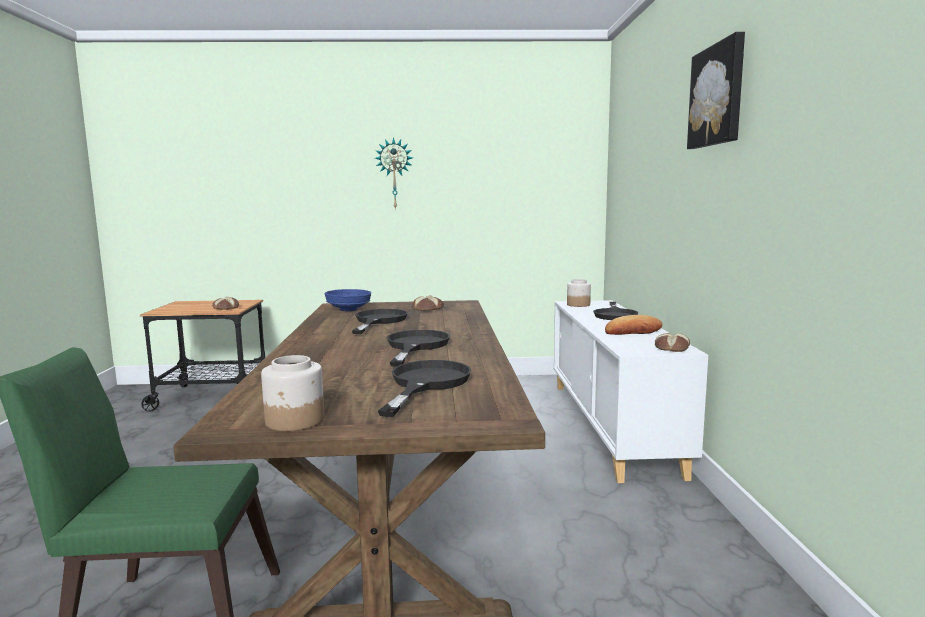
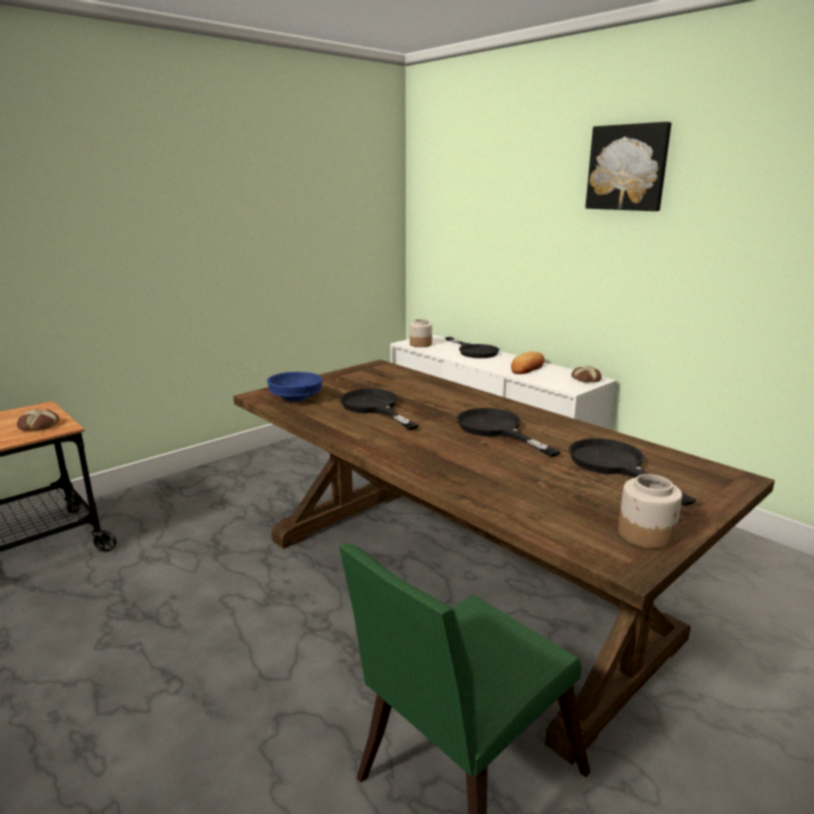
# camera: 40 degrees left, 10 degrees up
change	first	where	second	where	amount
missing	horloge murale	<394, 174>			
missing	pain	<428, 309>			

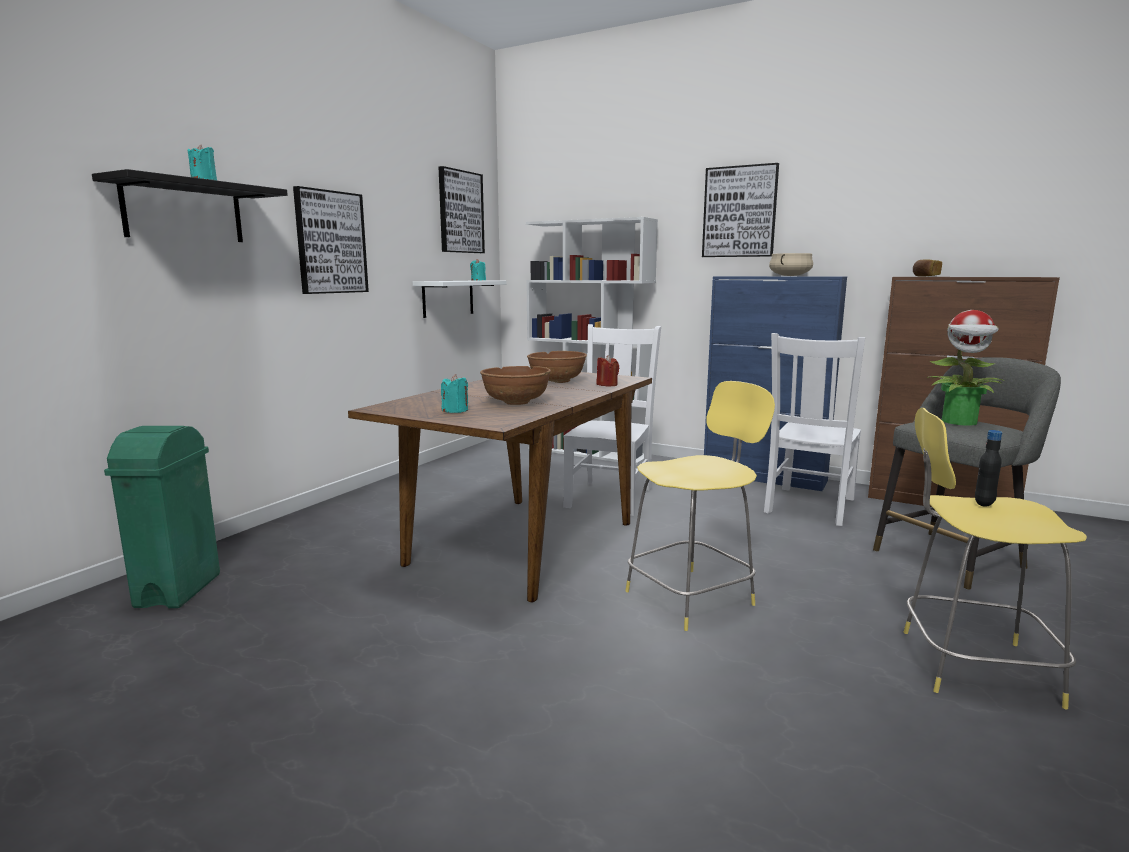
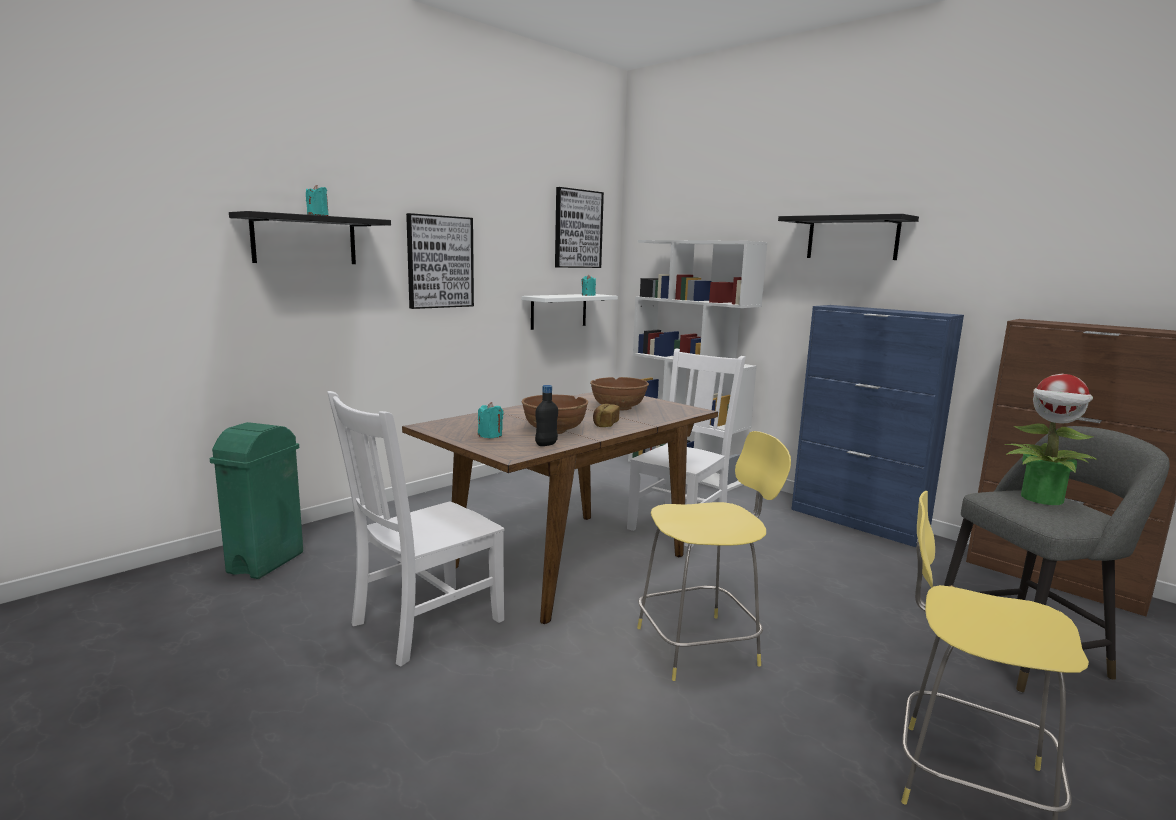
# camera: 15 degrees right, 0 degrees up
change	first	where	second	where	amount
missing	bougie/rouge	<607, 384>			
missing	marmite/beige	<790, 276>			
relocated	chaise/blanc	<809, 506>		<423, 623>	
relocated	pain	<925, 276>		<605, 424>	
relocated	bouteille/noir	<984, 503>		<546, 444>	
exchanged	tableau	<739, 212>	étagère/noir	<852, 238>	

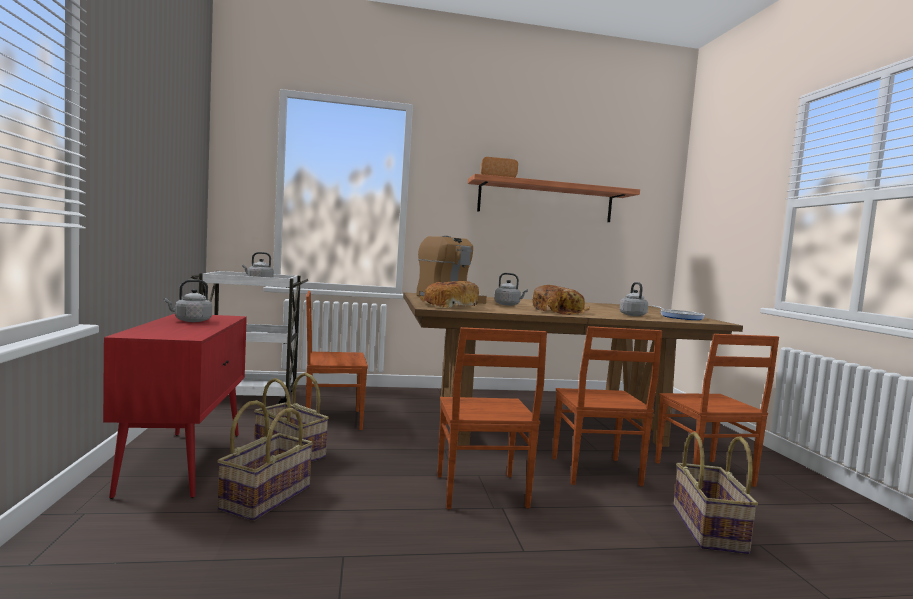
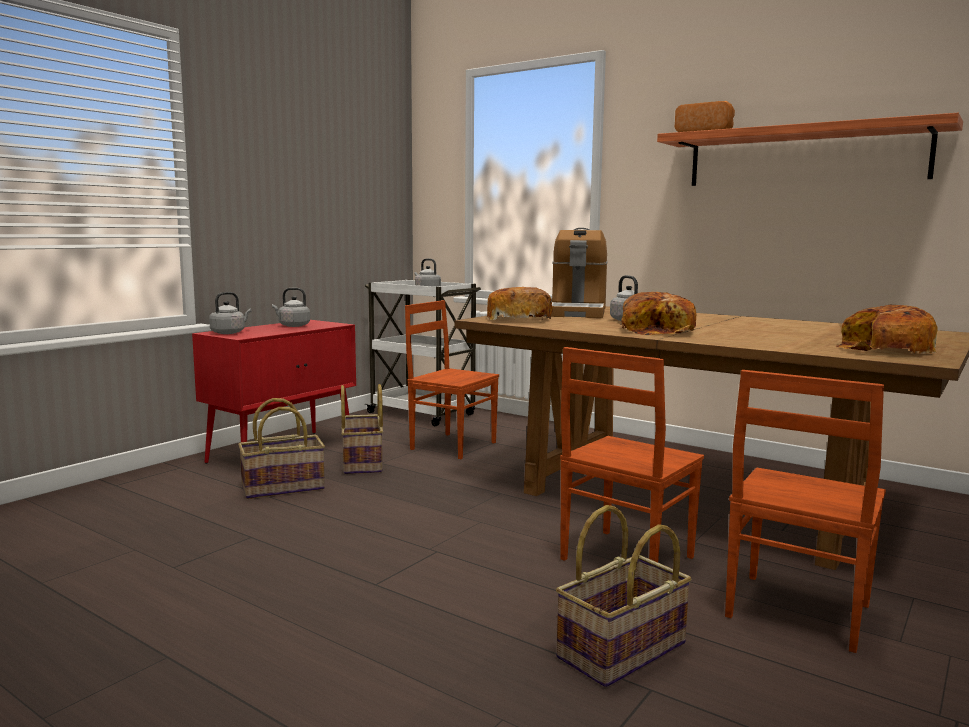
# camera: 45 degrees right, 5 degrees up
change	first	where	second	where	amount
missing	chaise/marron	<480, 492>			
relocated	bouilloire/gris	<632, 315>		<229, 332>	
exchanged	poêle	<679, 317>	pain	<883, 349>	

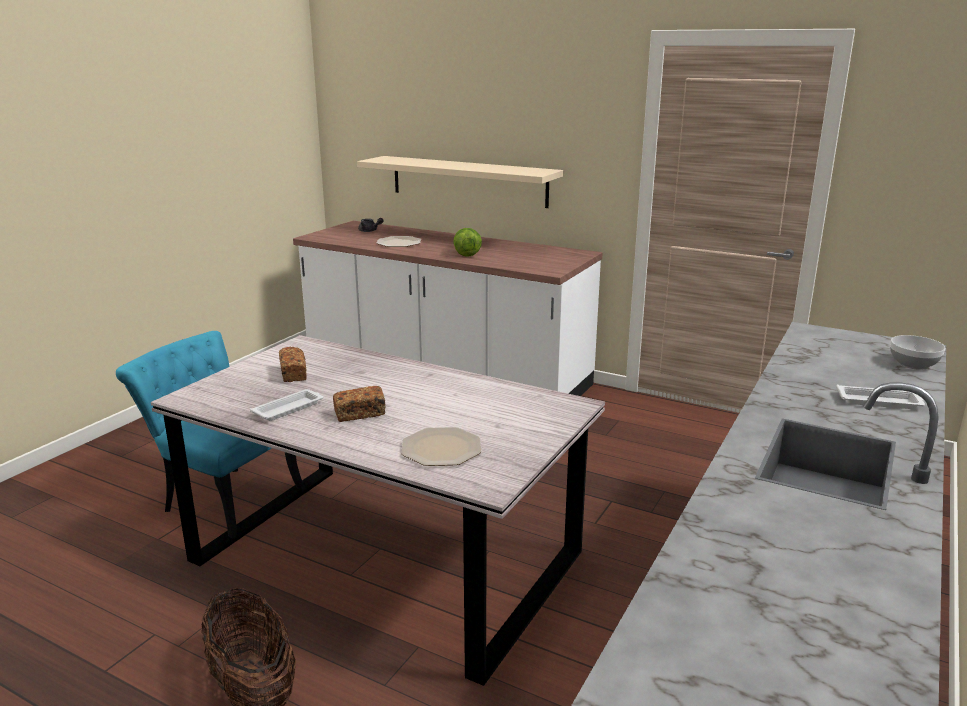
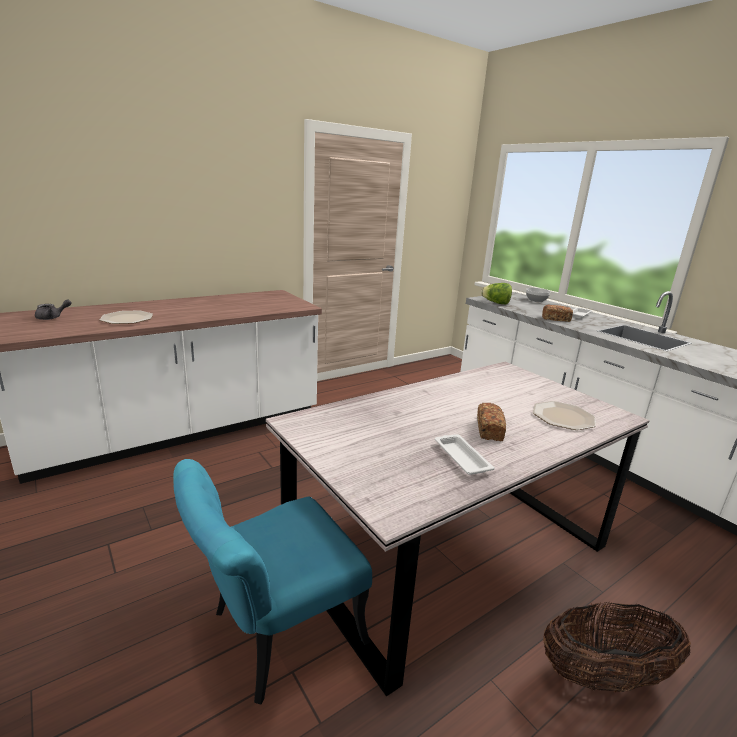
# camera: 65 degrees left, 0 degrees up
change	first	where	second	where	amount
missing	étagère/beige	<468, 181>			
relocated	pain	<293, 374>		<556, 319>	
relocated	laitue	<466, 253>		<496, 303>	

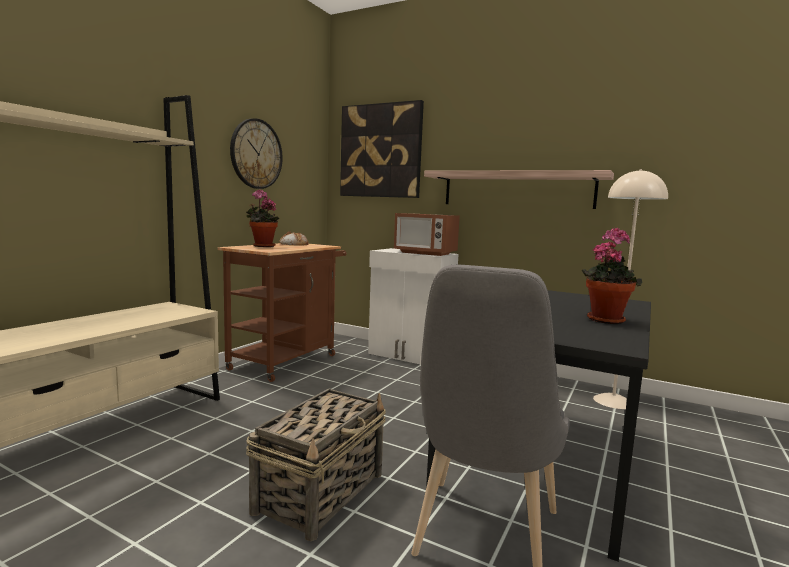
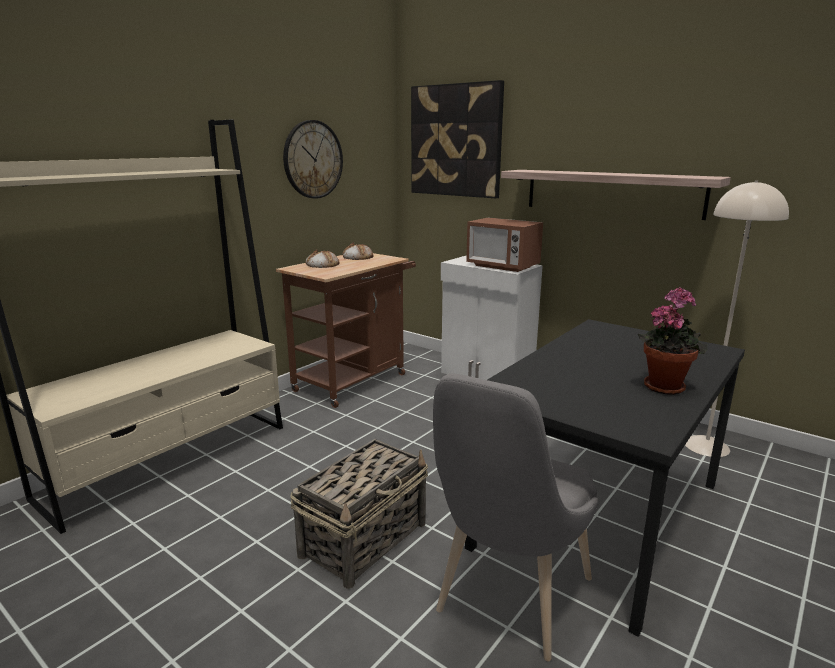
# camera: 10 degrees right, 10 degrees up
change	first	where	second	where	amount
exchanged	plante en pot	<262, 246>	pain	<322, 264>	

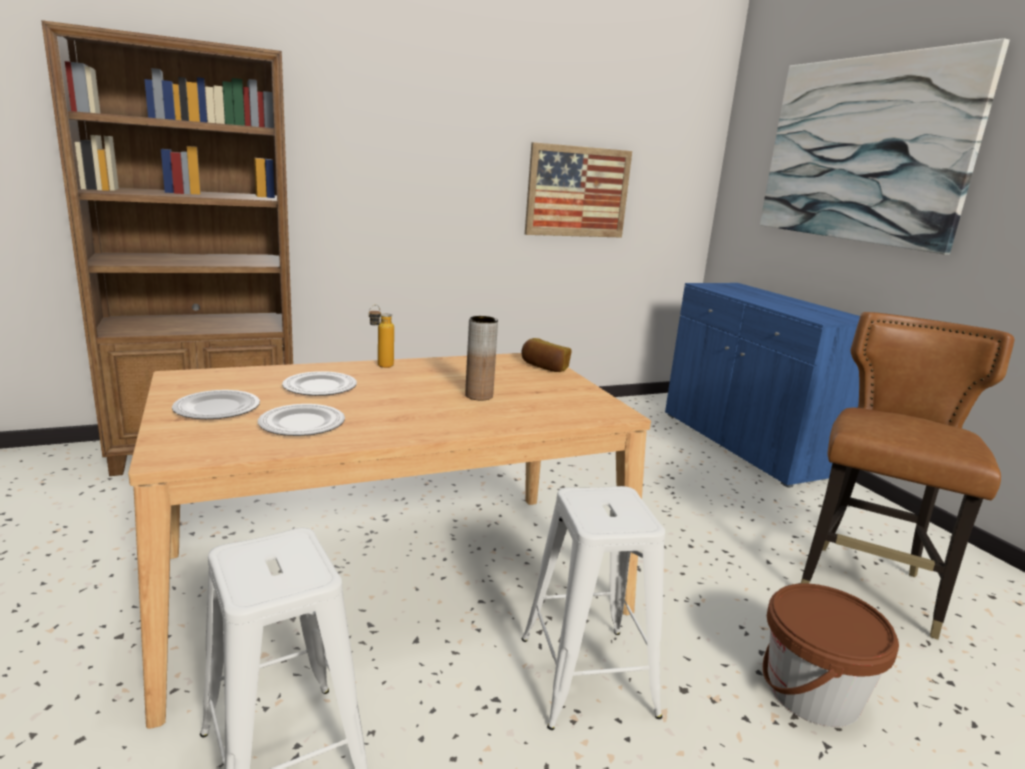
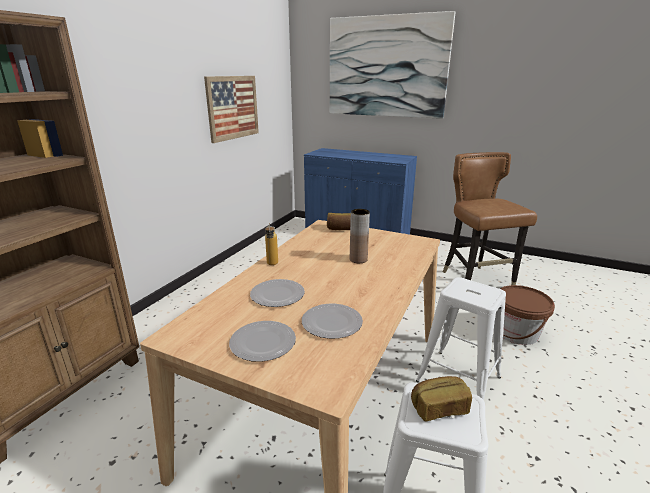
# camera: 40 degrees left, 5 degrees up
change	first	where	second	where	amount
appeared			pain	<439, 408>	

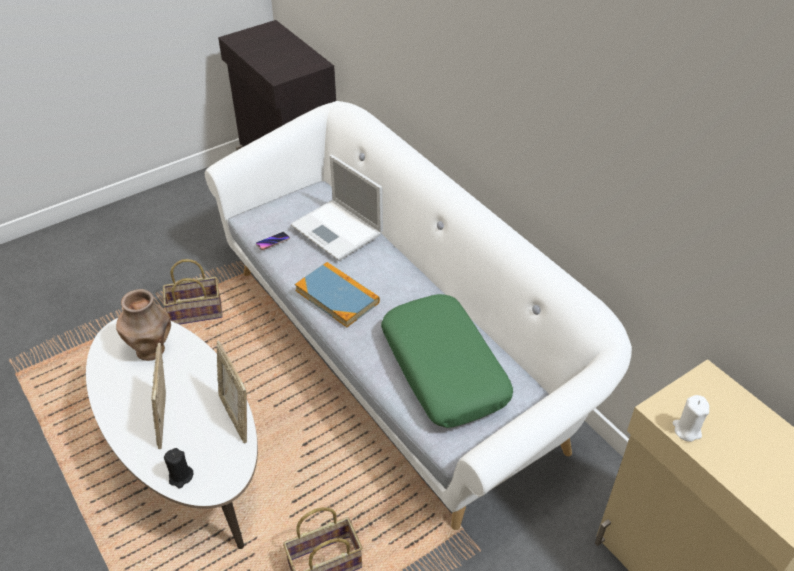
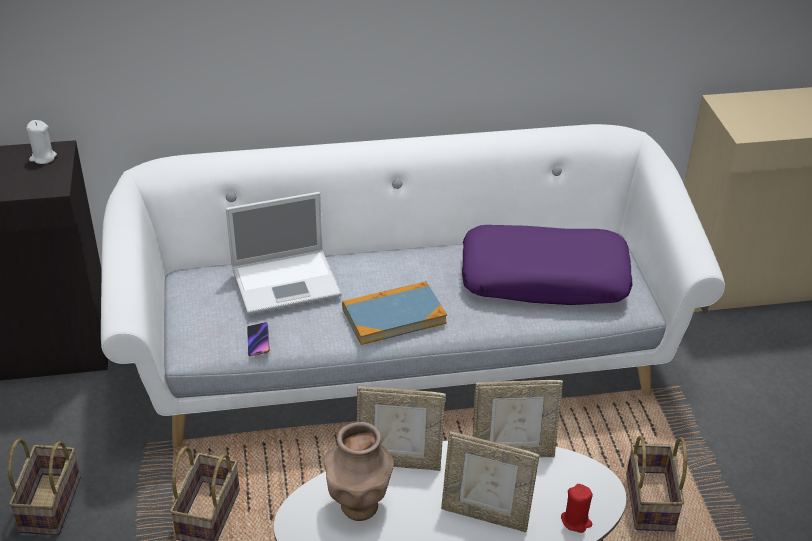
# camera: 65 degrees left, 5 degrees down
change	first	where	second	where	amount
appeared			panier	<49, 503>	
appeared			cadre photo	<399, 461>	
relocated	bougie/blanc	<686, 430>		<43, 157>	
colour	bougie/noir	<180, 477>	bougie/rouge	<576, 521>	
colour	coussin/vert	<444, 369>	coussin/violet	<544, 278>	

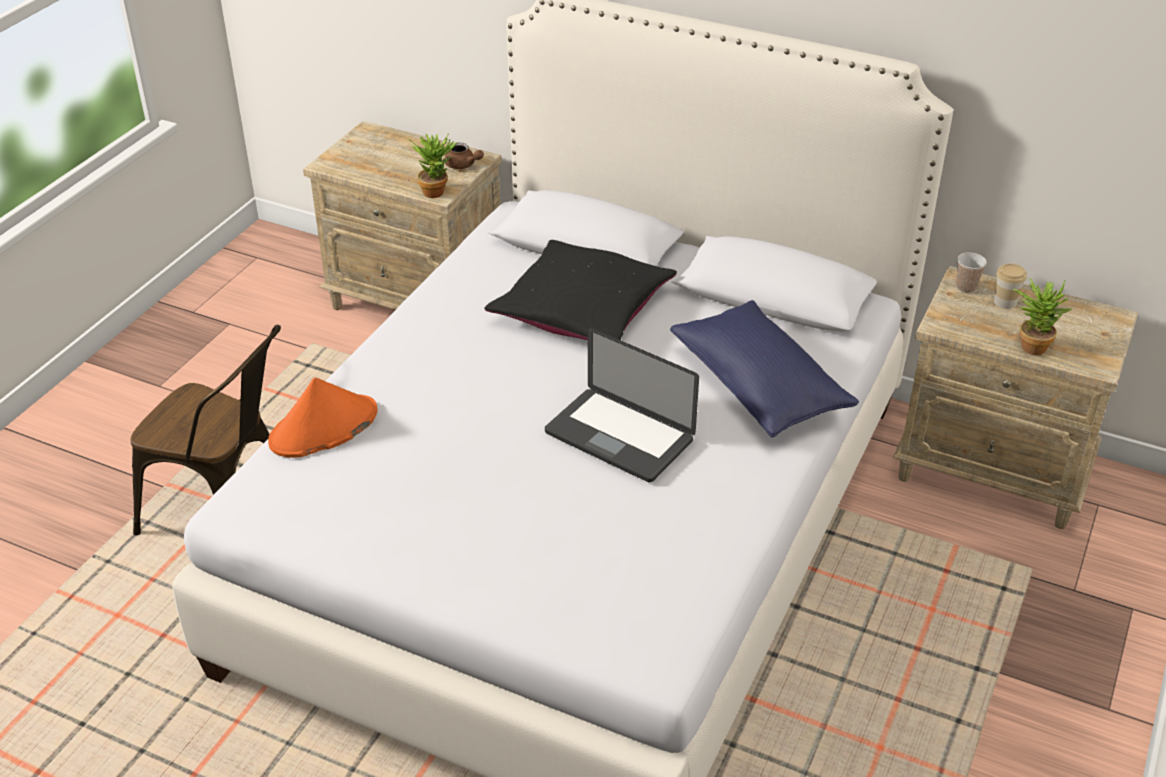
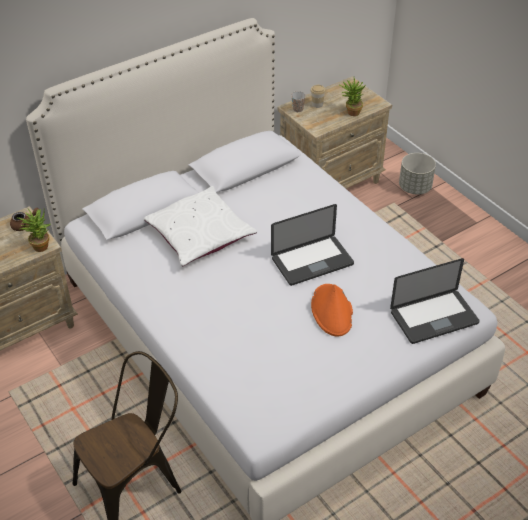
# camera: 60 degrees left, 5 degrees up
change	first	where	second	where	amount
missing	coussin/bleu	<759, 387>			
appeared			ordinateur portable	<434, 318>	
appeared			cache-pot/gris	<415, 187>	
relocated	chapeau/orange	<323, 428>		<332, 311>	
colour	coussin/noir	<582, 308>	coussin/blanc	<199, 234>	

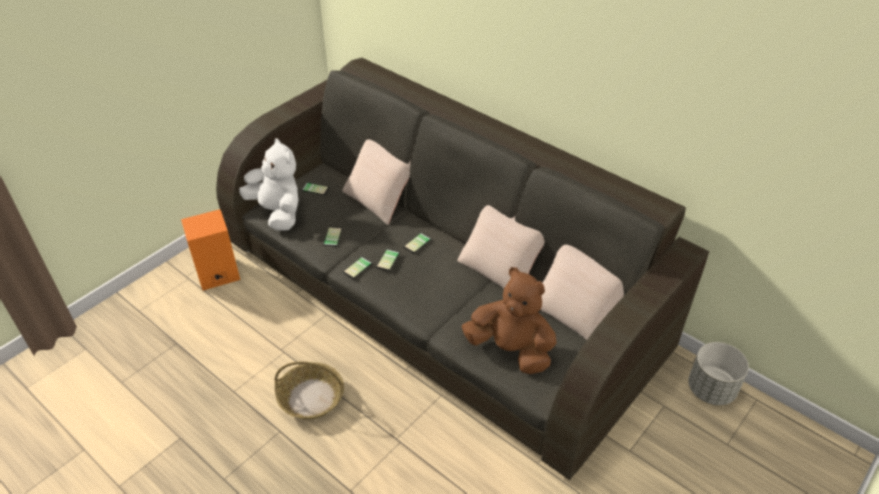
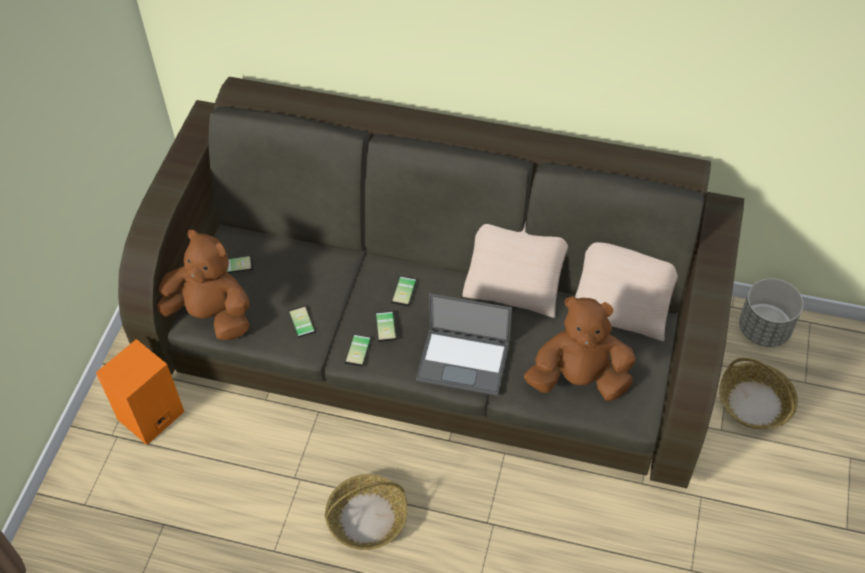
# camera: 25 degrees left, 10 degrees up
change	first	where	second	where	amount
missing	coussin/beige	<380, 199>			
appeared			ordinateur portable	<464, 361>	
appeared			panier	<755, 403>	
colour	peluche/blanc	<277, 212>	peluche/marron	<210, 315>	

